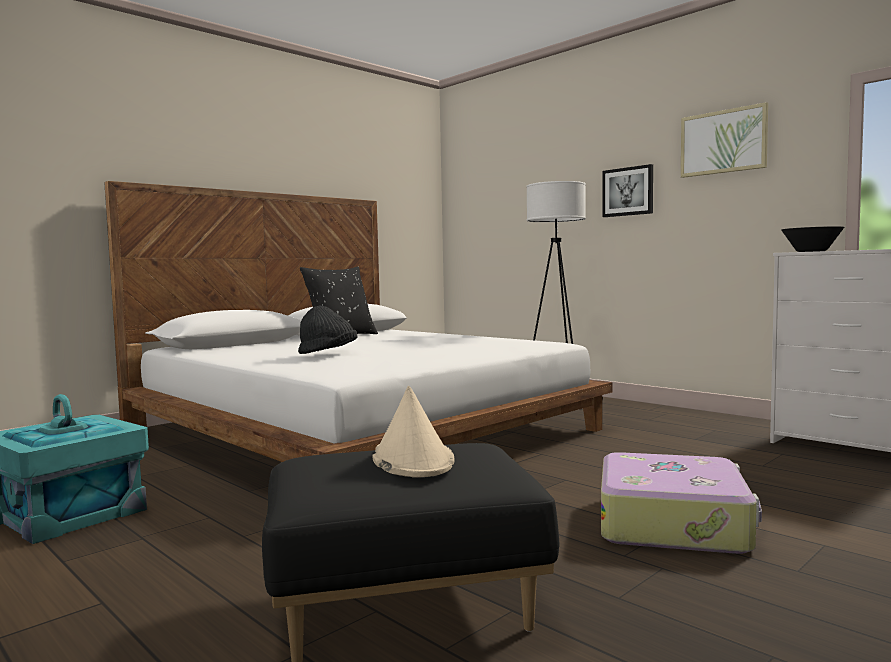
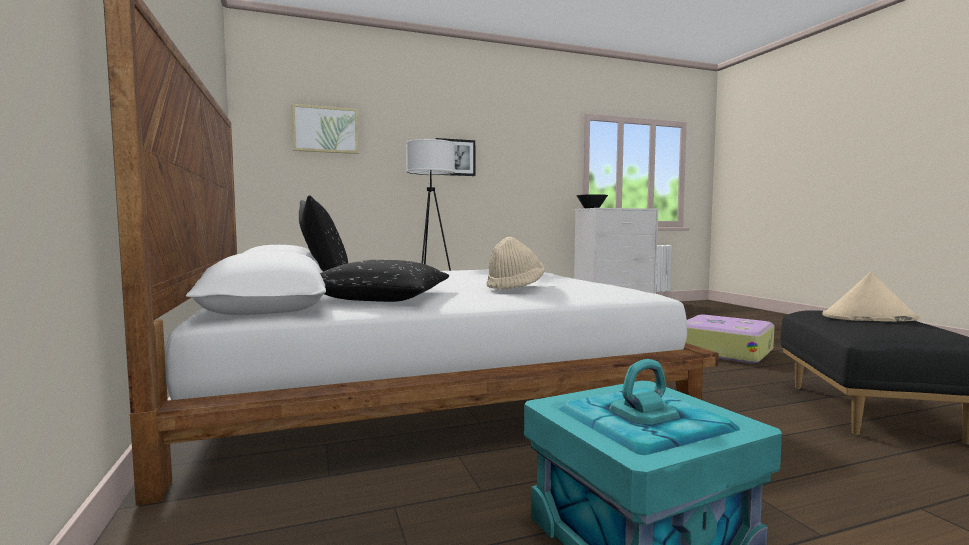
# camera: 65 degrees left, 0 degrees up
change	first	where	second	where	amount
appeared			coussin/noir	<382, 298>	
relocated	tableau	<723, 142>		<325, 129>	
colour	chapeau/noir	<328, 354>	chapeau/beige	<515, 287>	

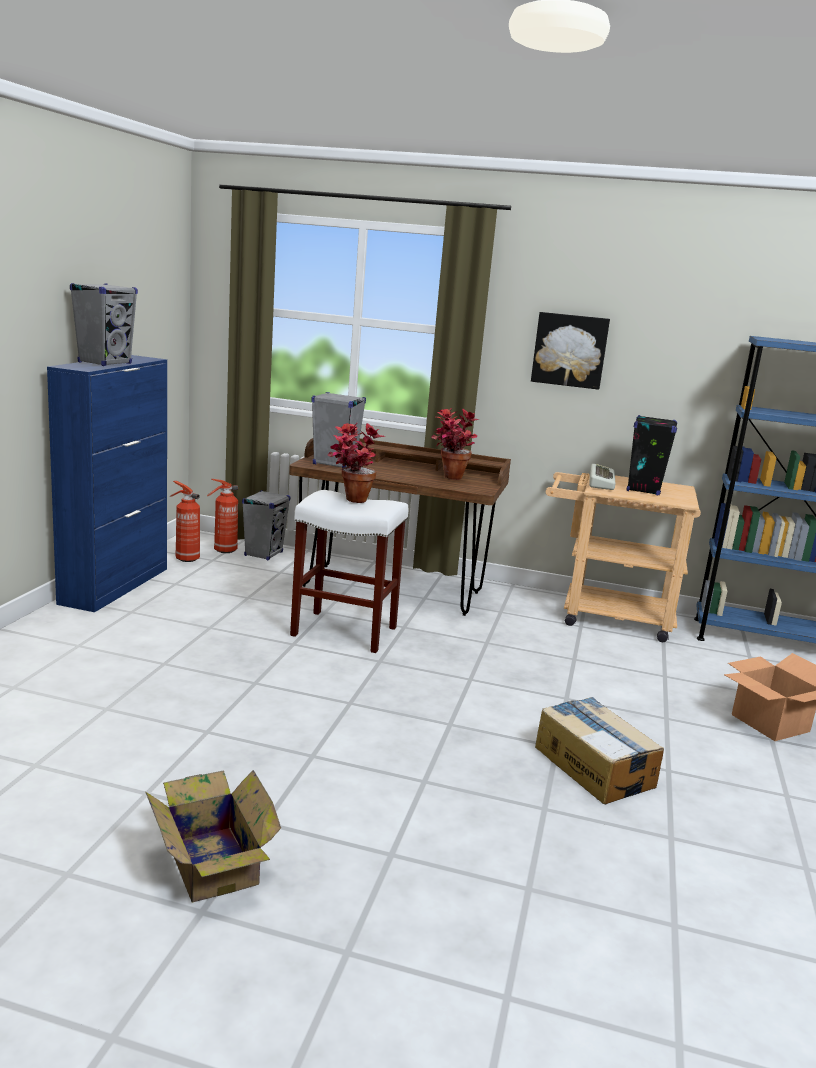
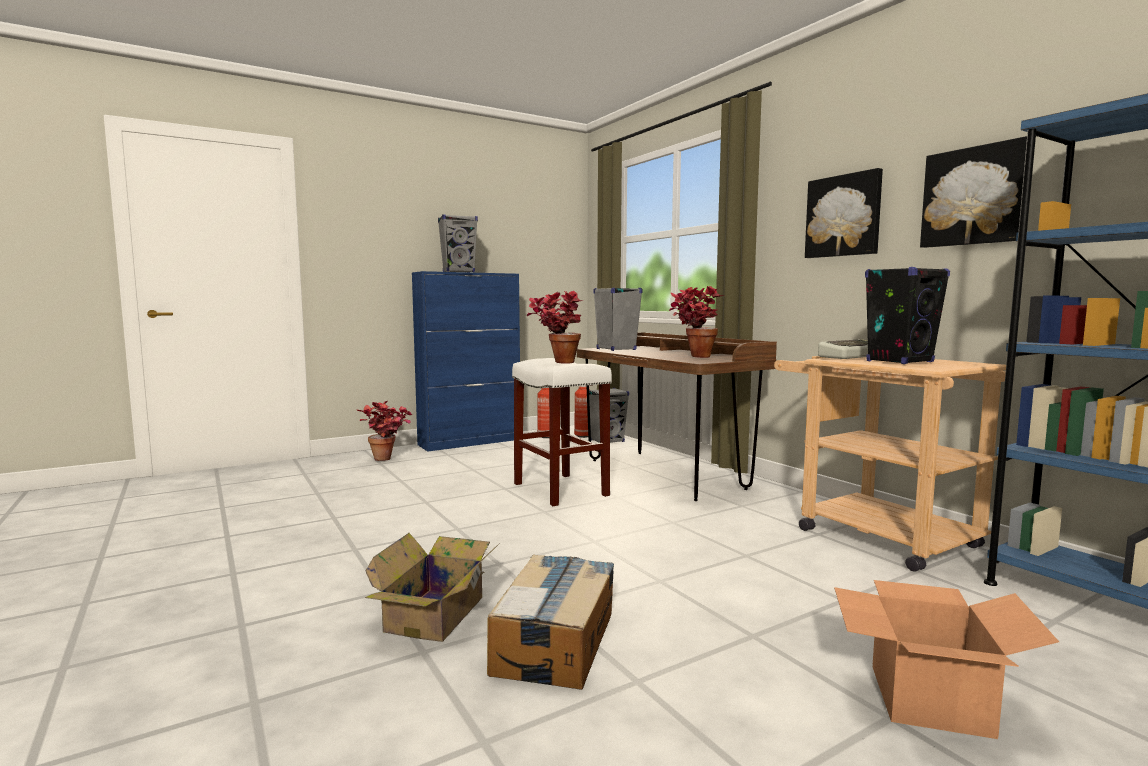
# camera: 45 degrees right, 10 degrees down
change	first	where	second	where	amount
appeared			plante en pot	<388, 460>	
appeared			tableau	<975, 196>	
relocated	carton	<212, 860>		<438, 612>	

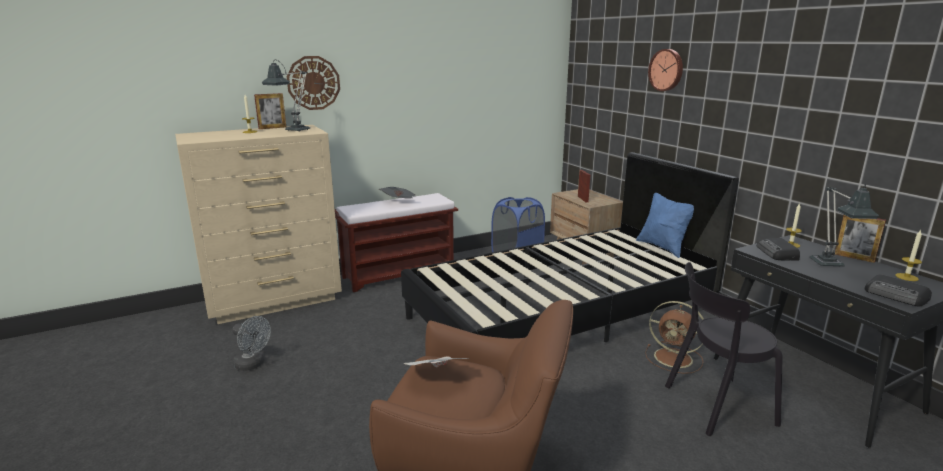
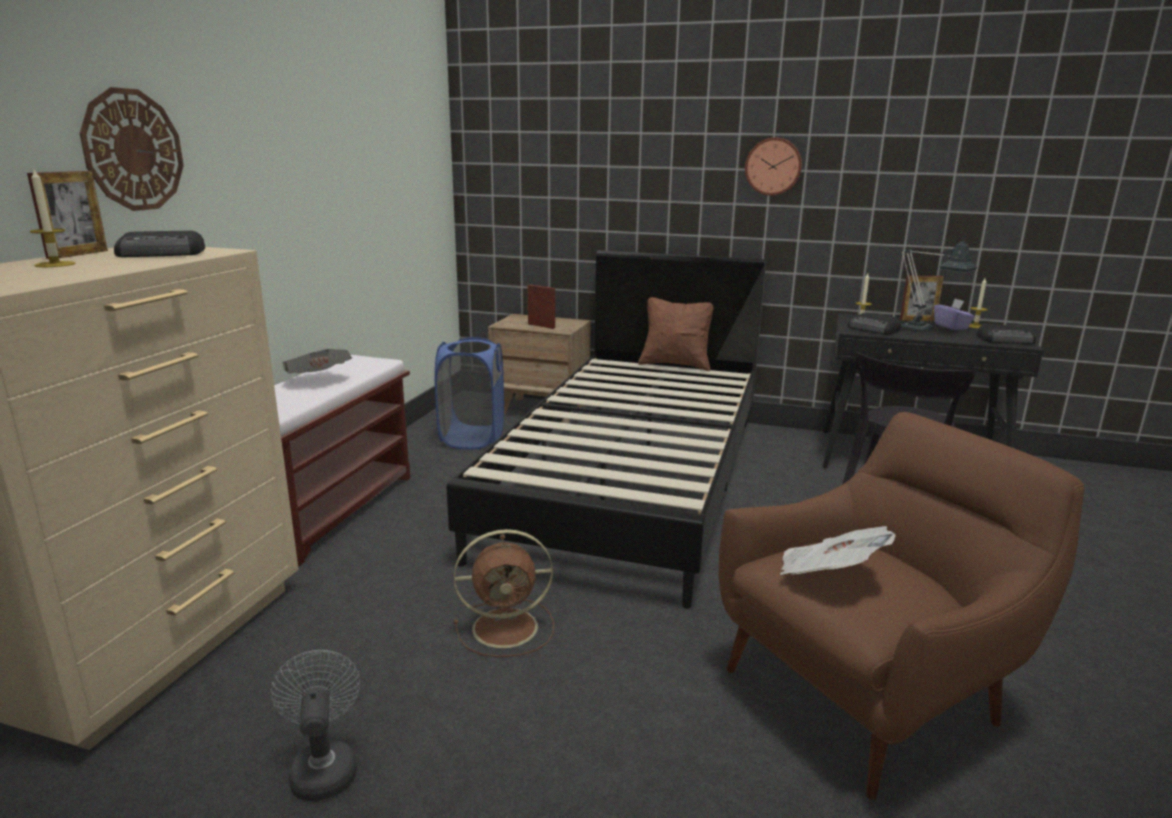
# camera: 45 degrees left, 0 degrees up
change	first	where	second	where	amount
appeared			boîte à mouchoirs/violet	<951, 326>	
relocated	ventilateur/marron	<675, 358>		<508, 627>	
relocated	horloge murale	<666, 70>		<773, 166>	
exchanged	lampe de table	<294, 131>	radio	<162, 253>	
colour	coussin/bleu	<663, 247>	coussin/marron	<675, 365>	
spun	ventilateur/gris	<253, 364>		<323, 767>	90 degrees counterclockwise

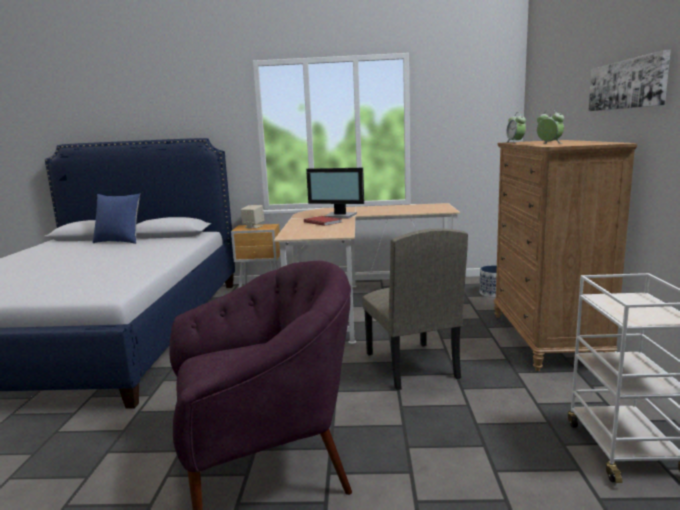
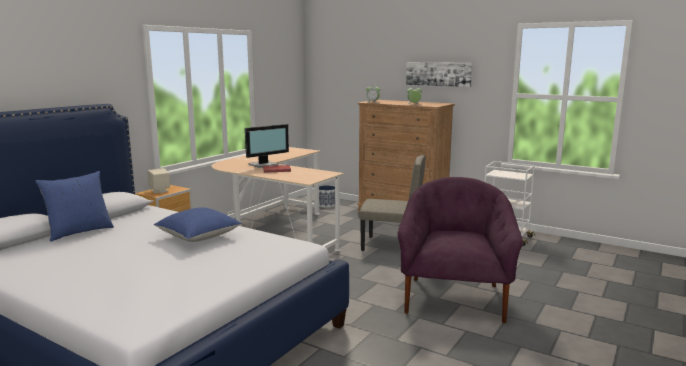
# camera: 60 degrees left, 0 degrees up
change	first	where	second	where	amount
appeared			coussin/bleu	<198, 237>	

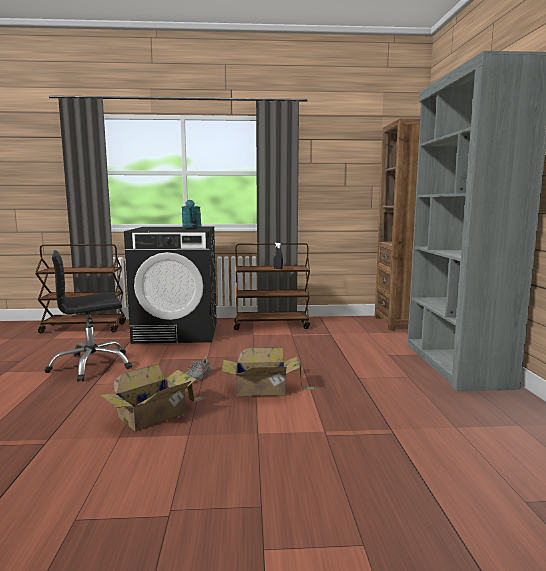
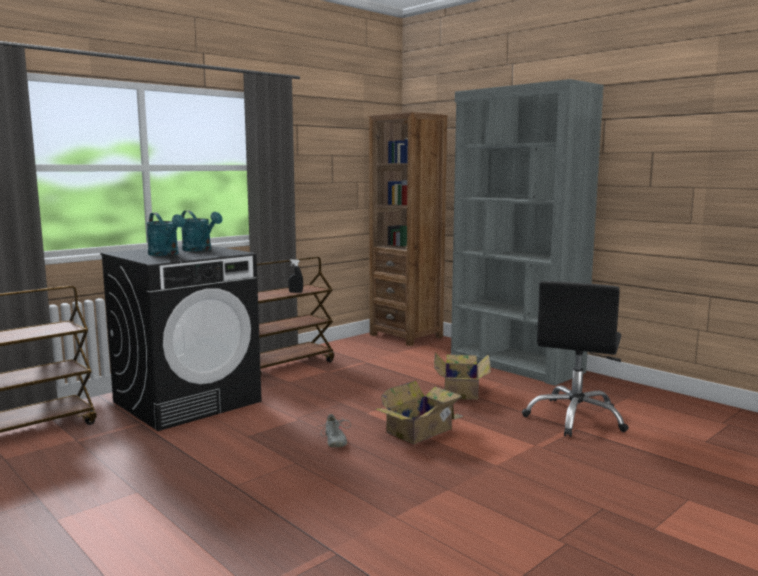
# camera: 40 degrees left, 0 degrees up
change	first	where	second	where	amount
appeared			arrosoir/turquoise	<166, 254>	
relocated	chaise de bureau/noir	<91, 366>		<575, 418>	
relocated	carton	<155, 415>		<461, 390>	

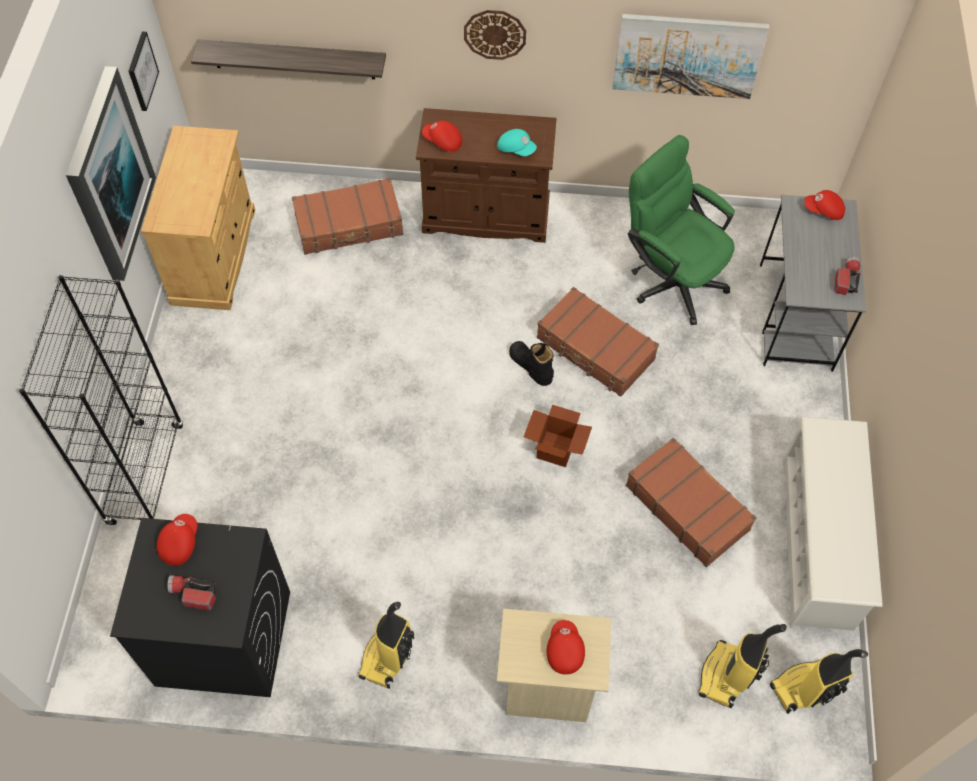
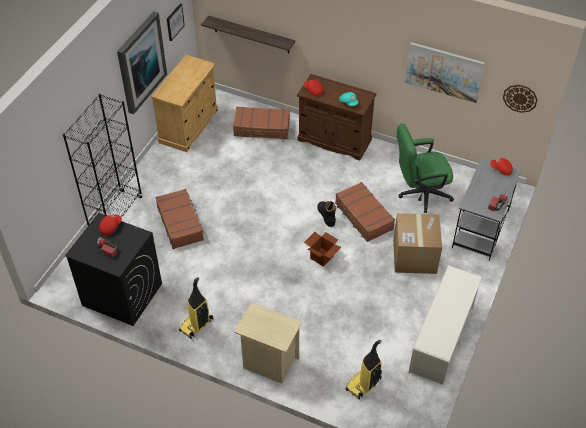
# camera: 20 degrees right, 10 degrees down
change	first	where	second	where	amount
missing	casquette/rouge	<564, 650>			
missing	aspirateur	<804, 689>			
appeared			carton	<414, 256>	
relocated	horloge murale	<495, 34>		<520, 98>	
relocated	valise/marron	<687, 507>		<180, 223>	
spun	chaise de bureau/vert	<671, 278>		<420, 194>	75 degrees counterclockwise

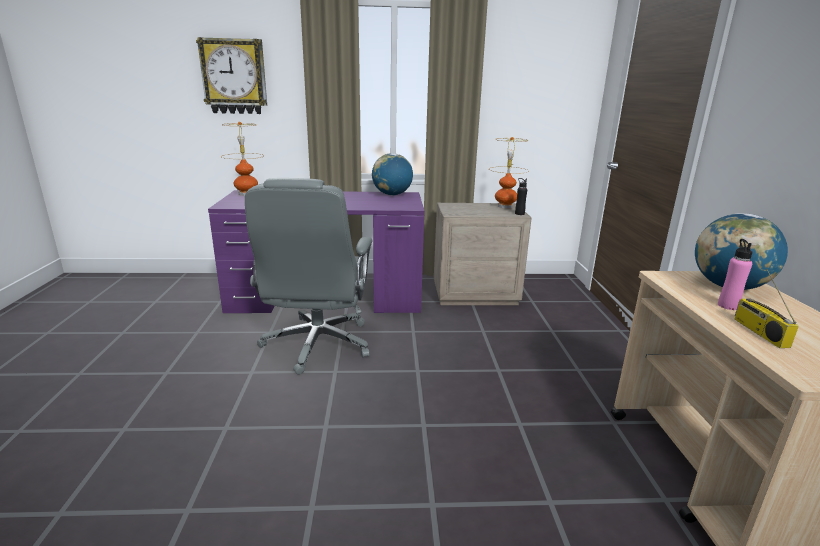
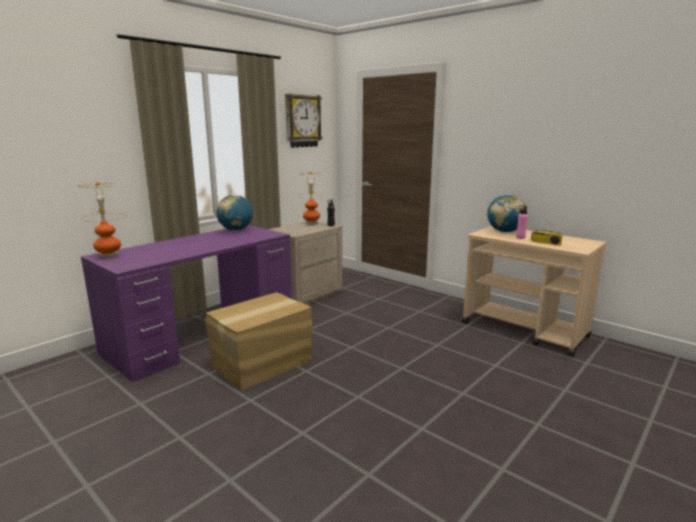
# camera: 45 degrees left, 5 degrees down
change	first	where	second	where	amount
relocated	horloge murale	<234, 77>		<302, 121>	
exchanged	chaise de bureau/gris	<317, 344>	carton	<262, 363>	

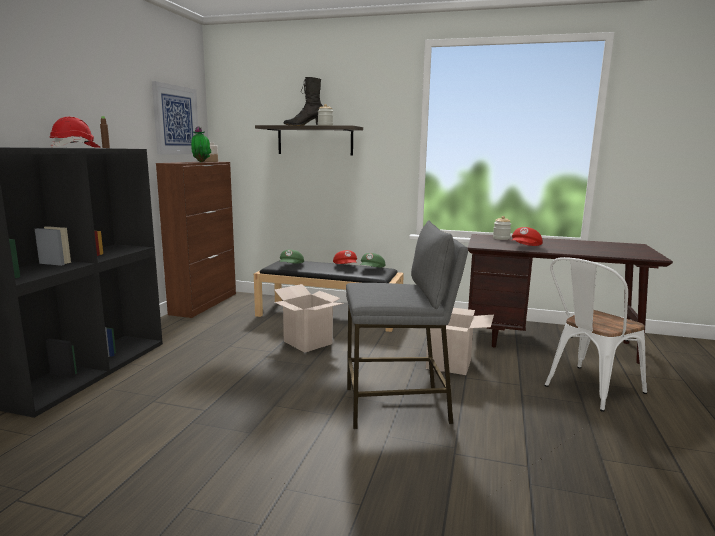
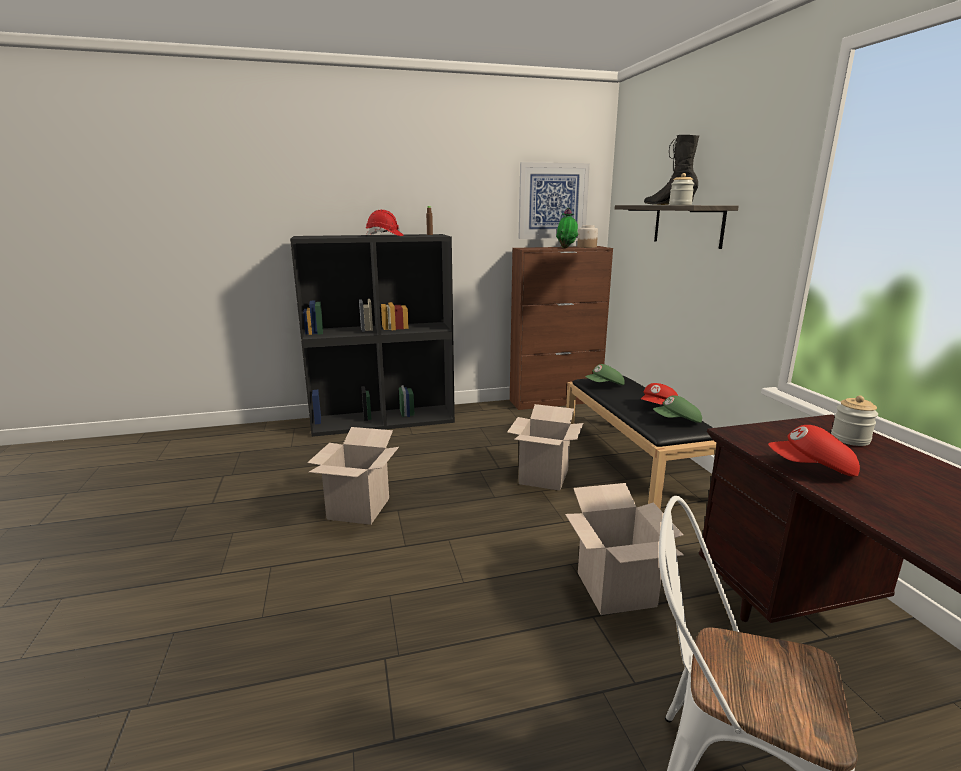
# camera: 60 degrees right, 5 degrees up
change	first	where	second	where	amount
missing	tabouret/gris	<397, 406>			
appeared			carton	<358, 509>	

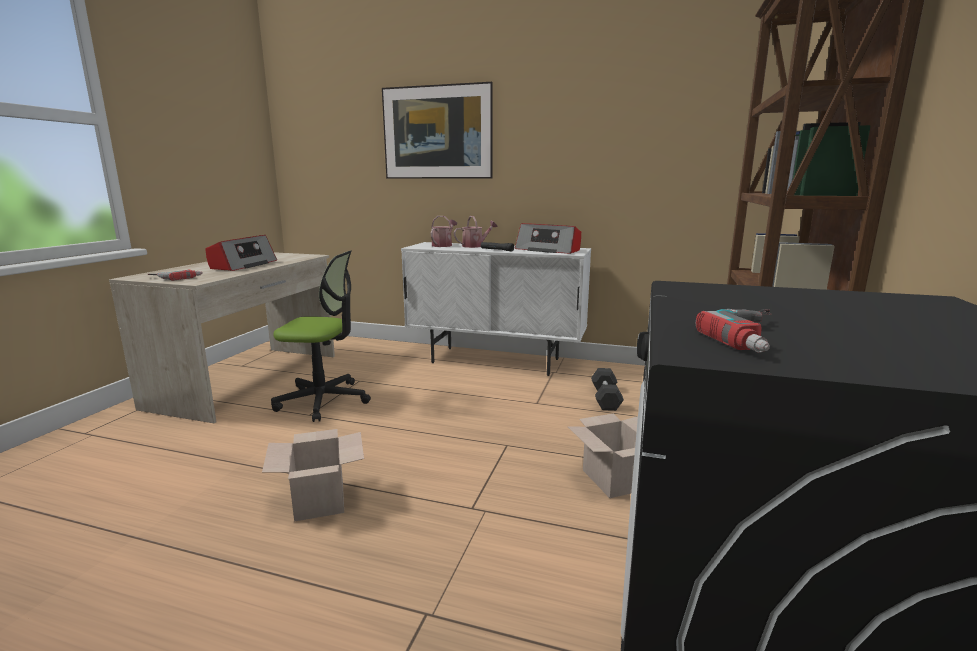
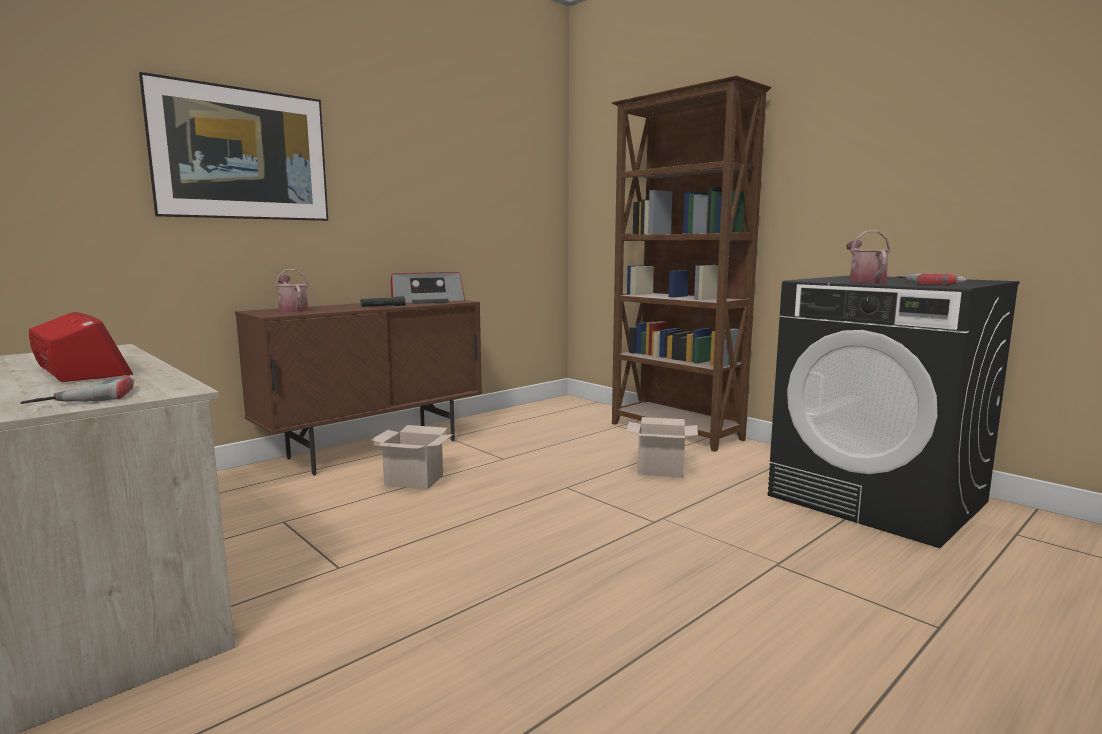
# camera: 60 degrees left, 5 degrees down
change	first	where	second	where	amount
missing	chaise de bureau	<323, 400>			
missing	haltère/noir	<605, 398>			
relocated	carton	<321, 501>		<415, 480>	
relocated	arrosoir	<475, 246>		<864, 281>	
colour	meuble de rangement/blanc	<496, 361>	meuble de rangement/marron	<375, 449>	

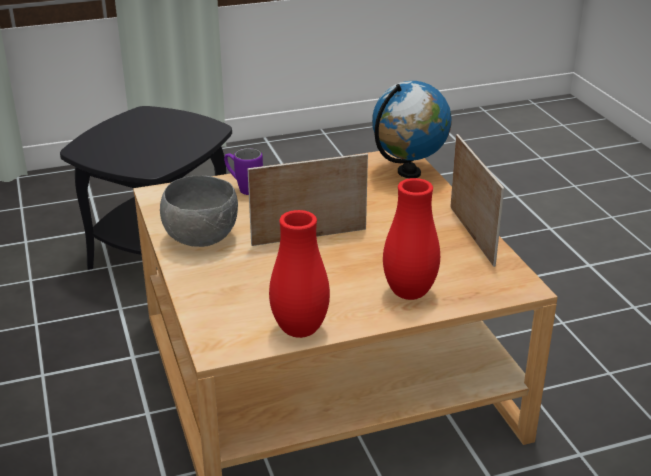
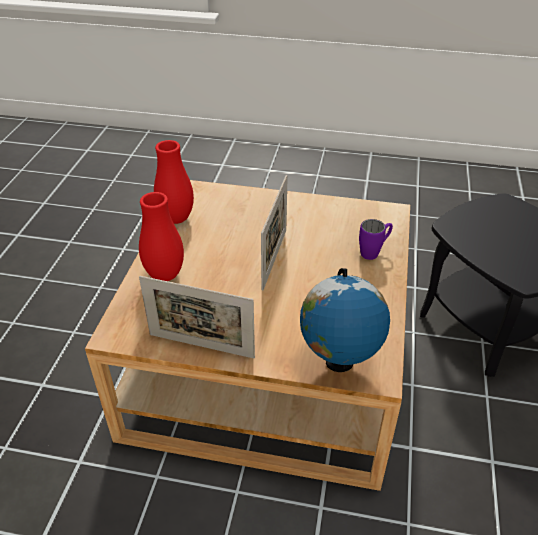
# camera: 120 degrees right, 10 degrees up
change	first	where	second	where	amount
missing	bol/gris	<203, 238>			

